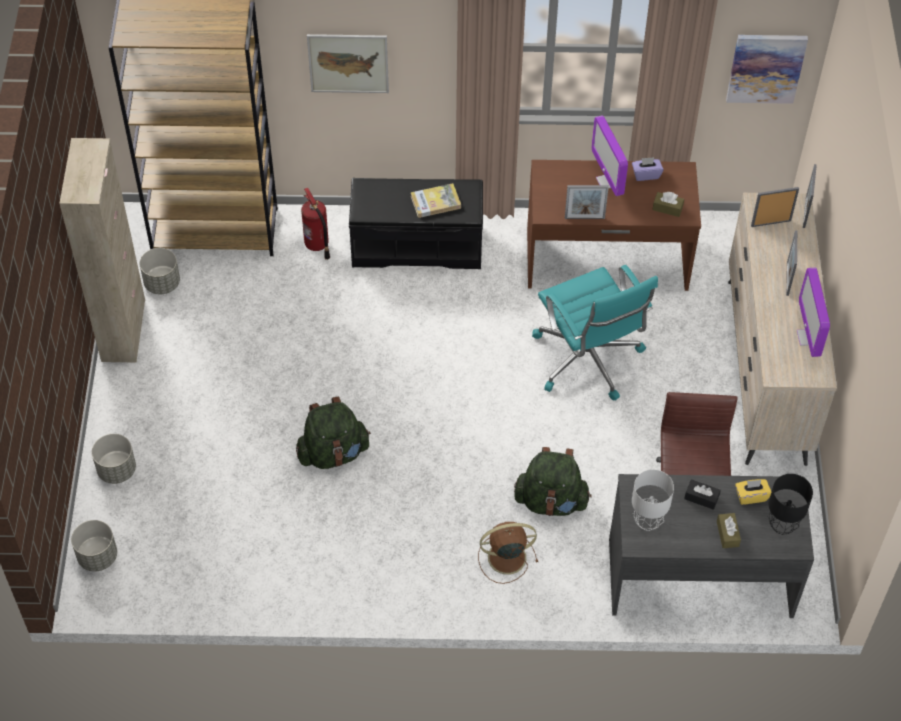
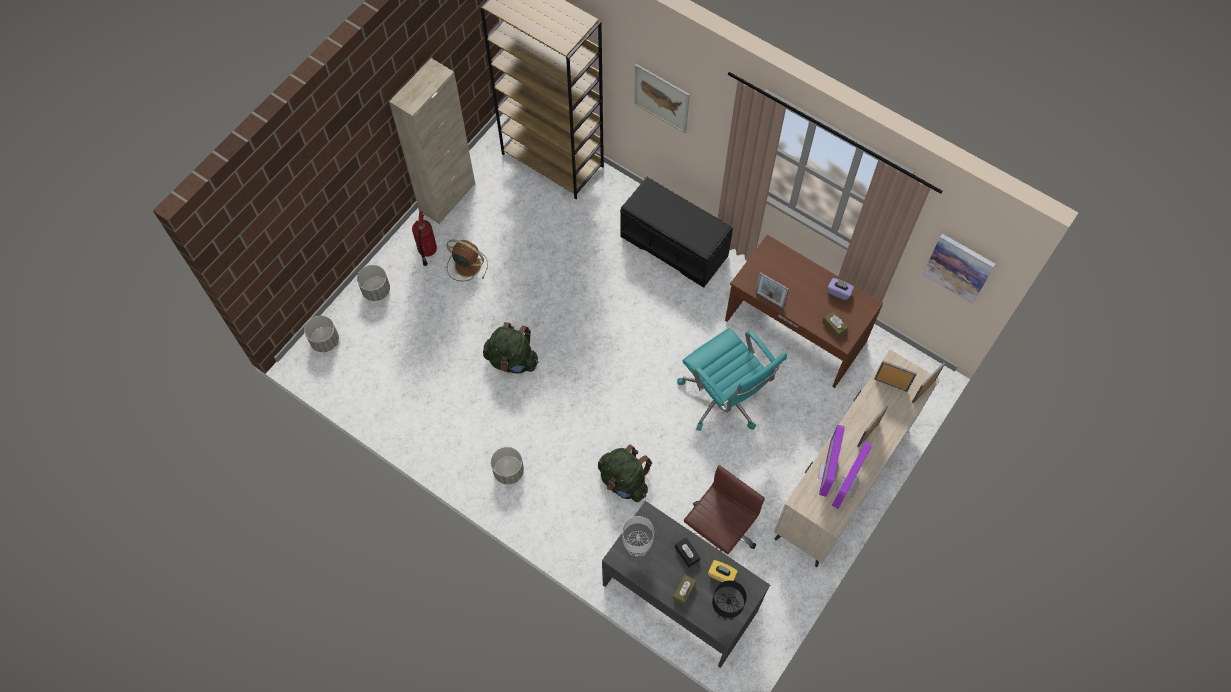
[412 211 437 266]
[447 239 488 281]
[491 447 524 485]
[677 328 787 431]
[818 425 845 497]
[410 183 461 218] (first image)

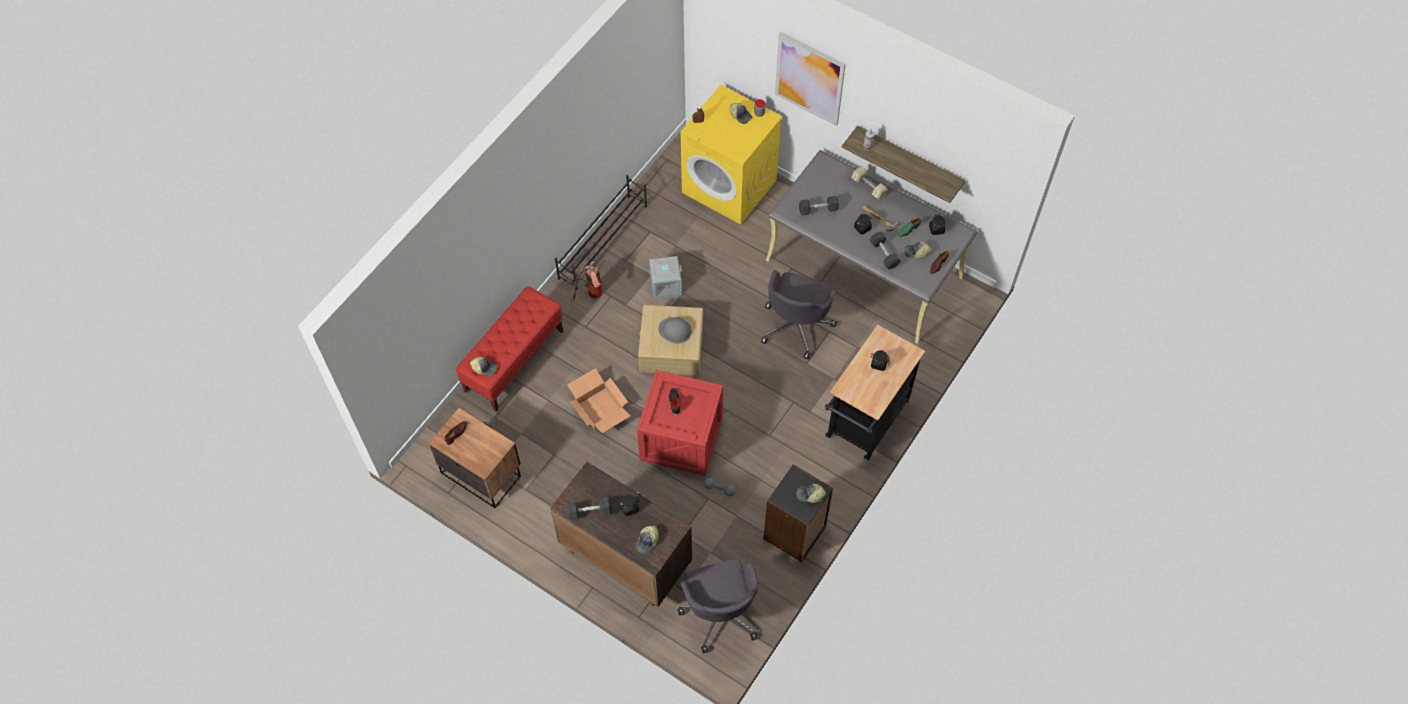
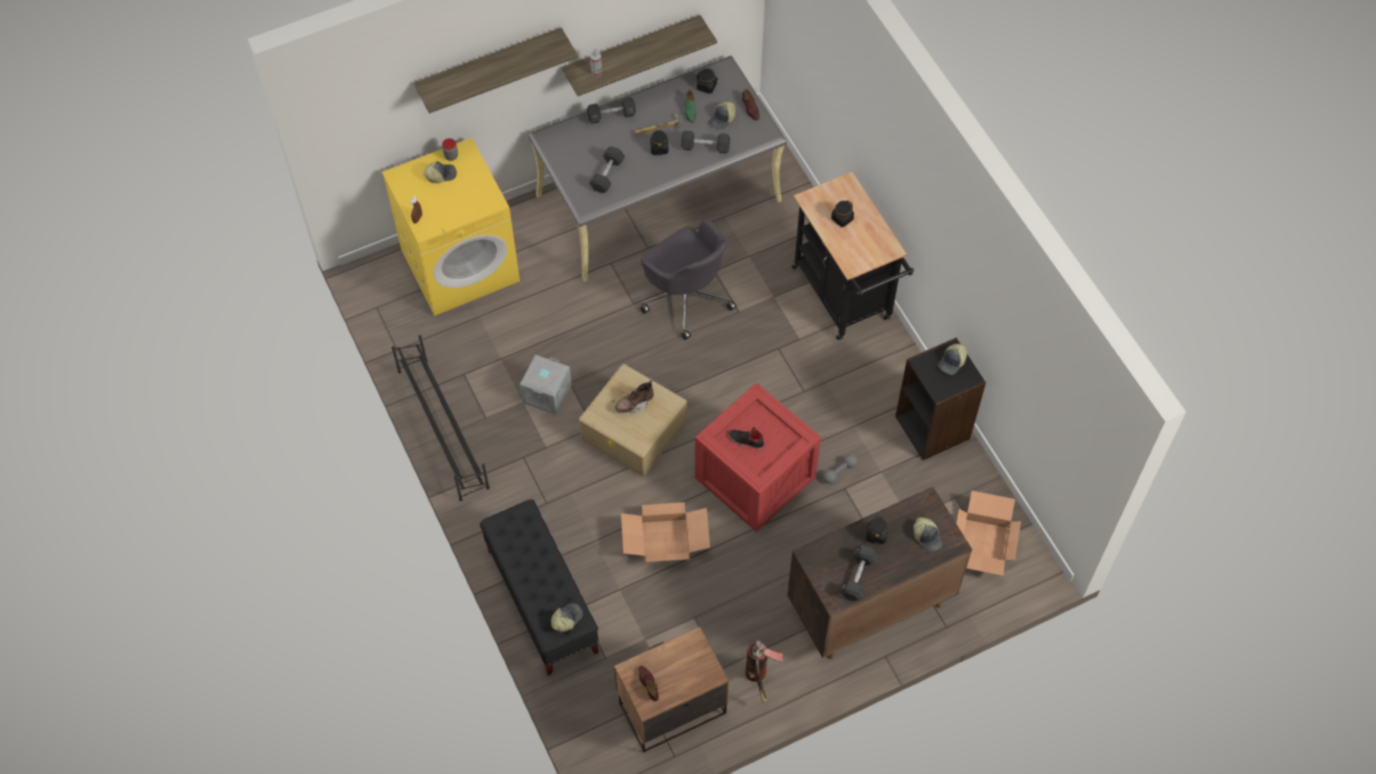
[414 28 578 114]
[480 499 599 676]
[587 97 636 124]
[615 380 654 413]
[745 638 783 703]
[956 491 1021 576]

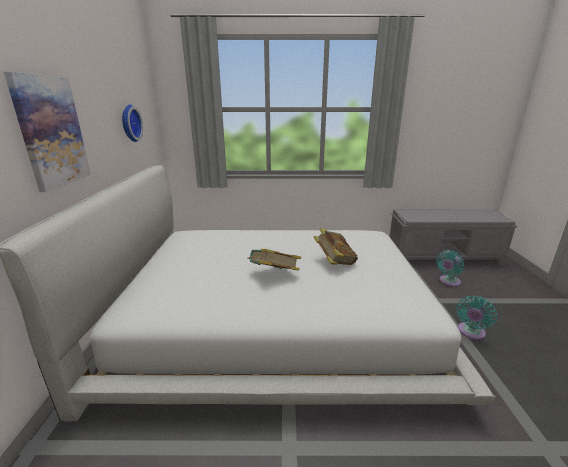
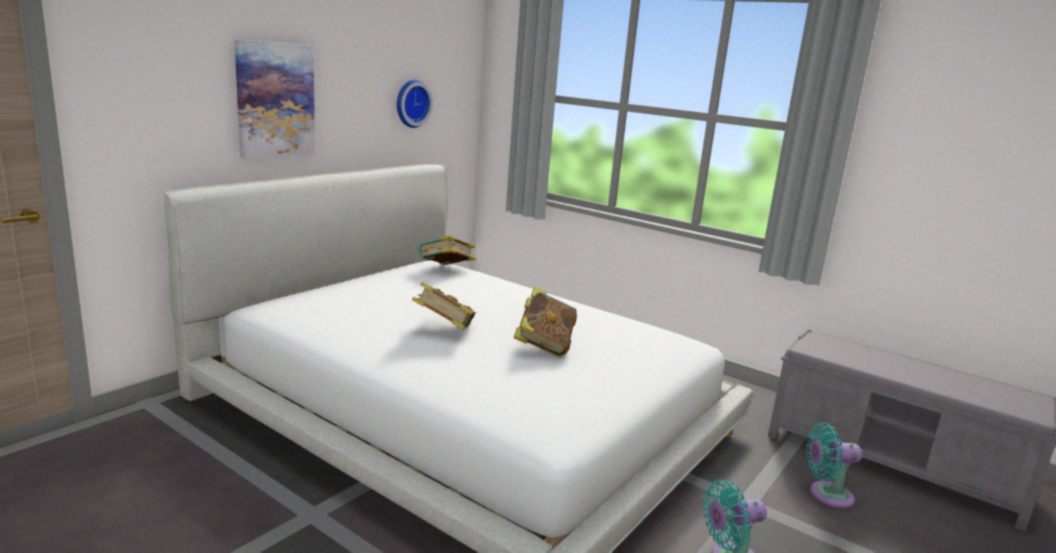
[418 235 476 265]

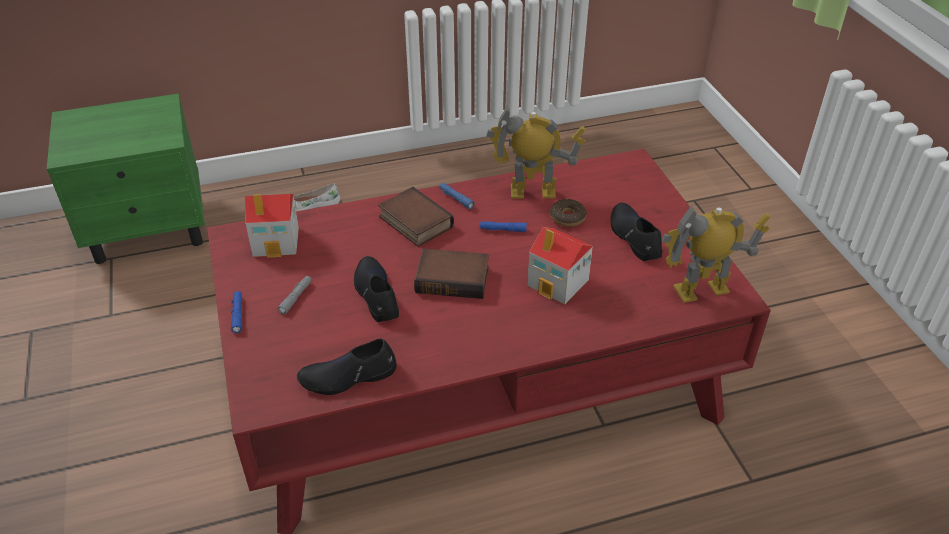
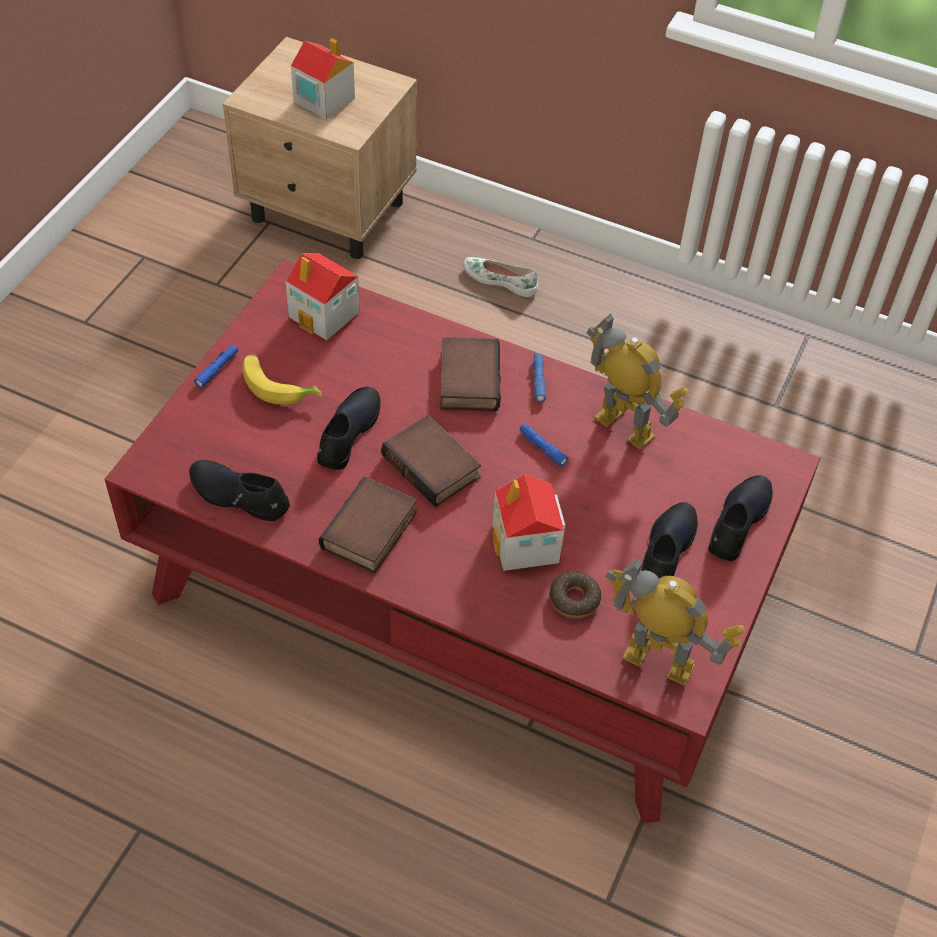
[223 37 417 259]
[242 355 322 405]
[291 38 355 120]
[319 476 417 574]
[549 571 601 619]
[708 475 773 561]

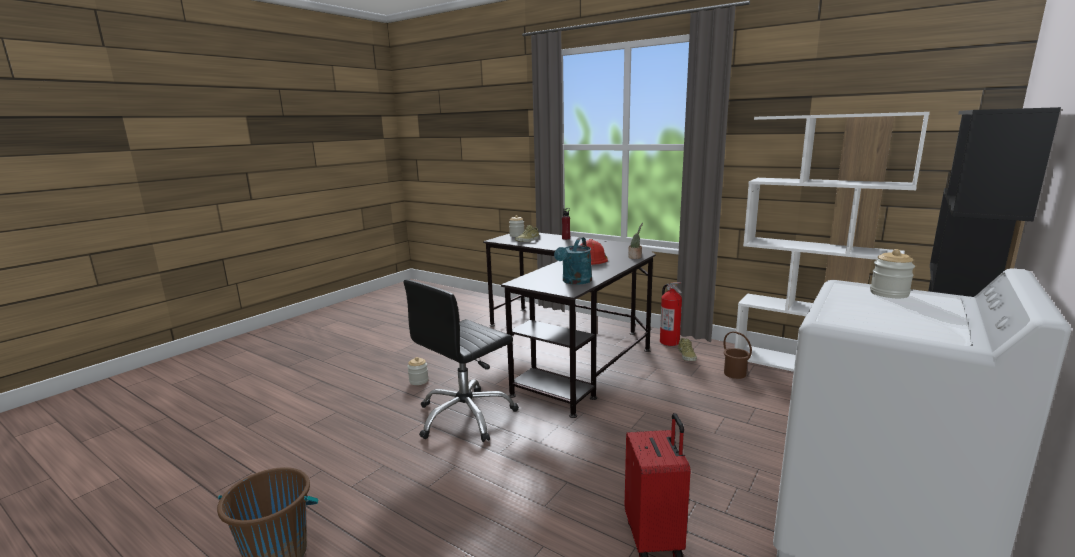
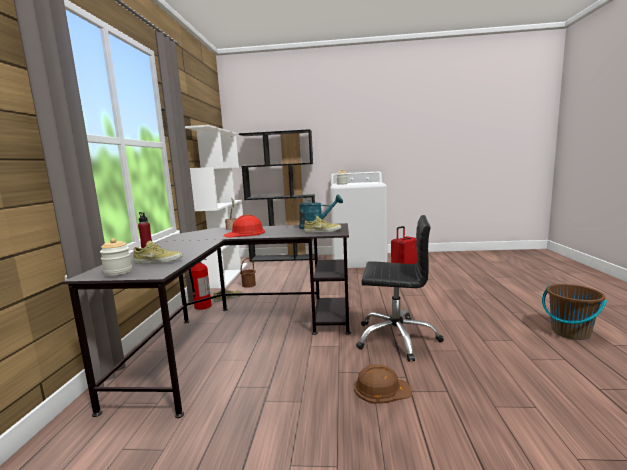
[304 216 342 233]
[354 364 412 404]

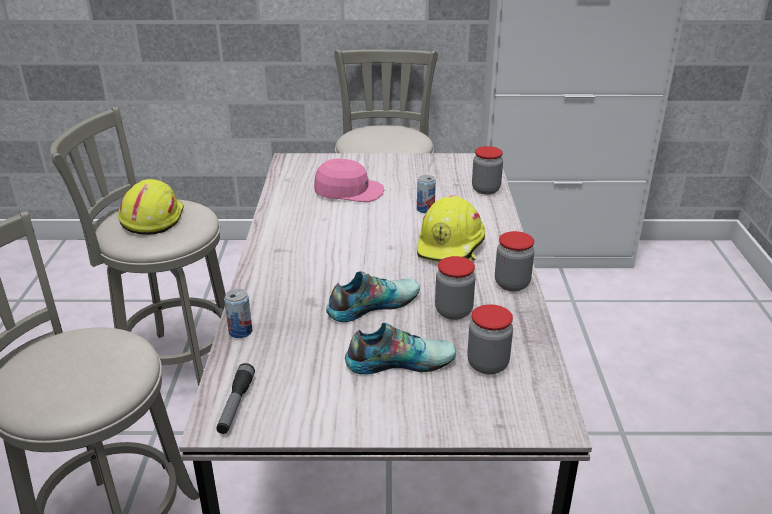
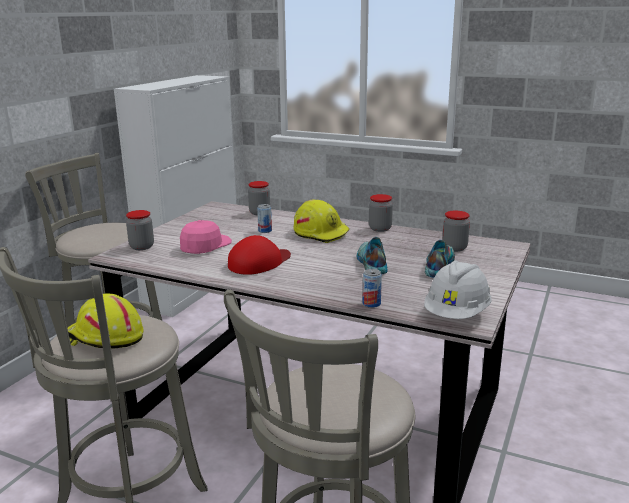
[126 210 154 250]
[228 235 291 275]
[424 261 492 319]

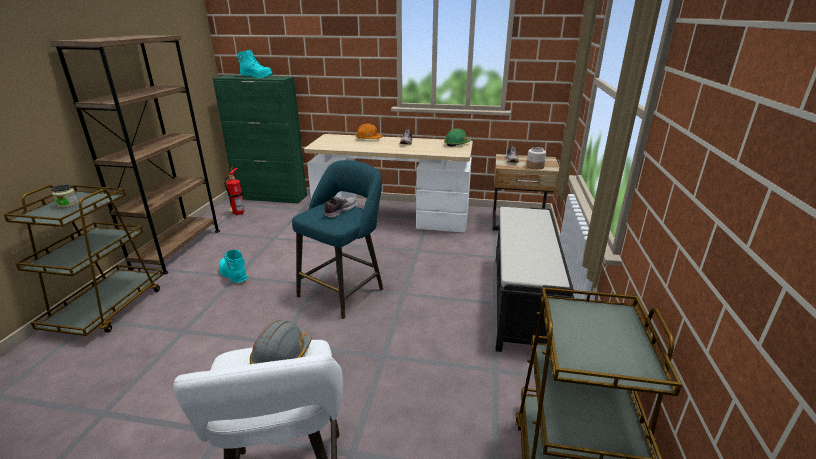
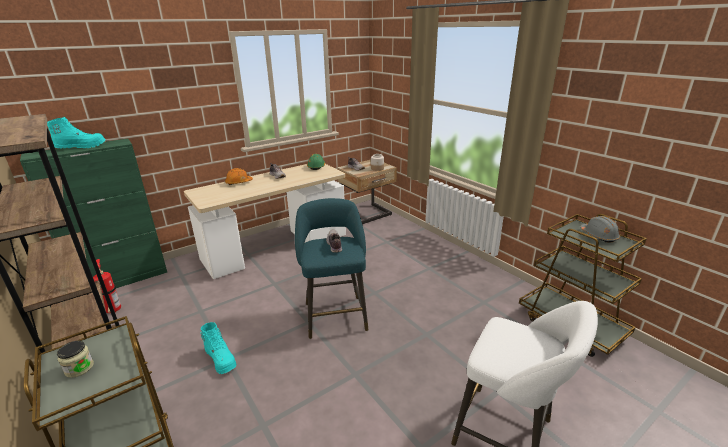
[200 322 237 374]
[580 216 620 243]
[496 207 574 352] (first image)

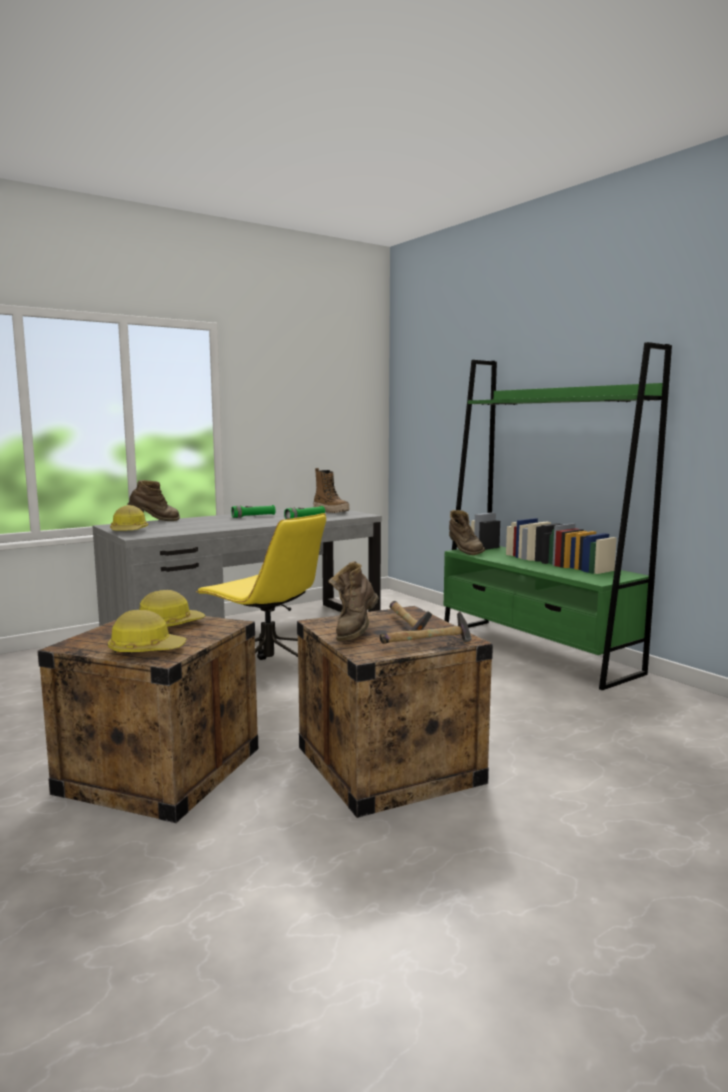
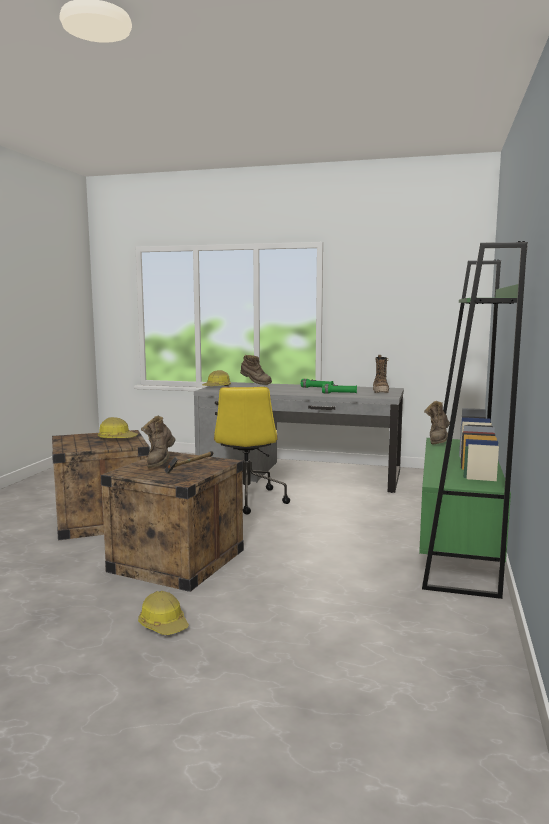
[138 591 189 635]
[141 415 176 468]
[380 611 472 644] (first image)

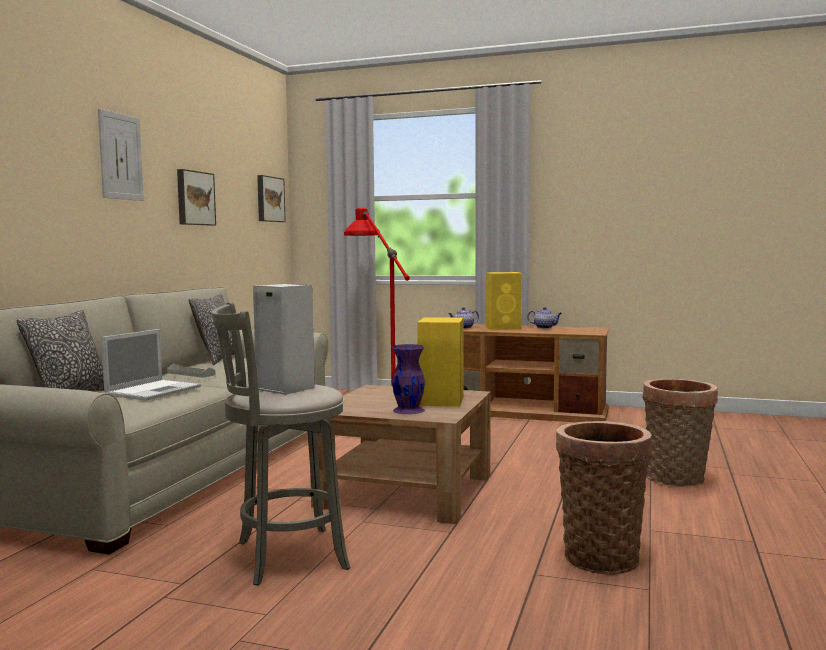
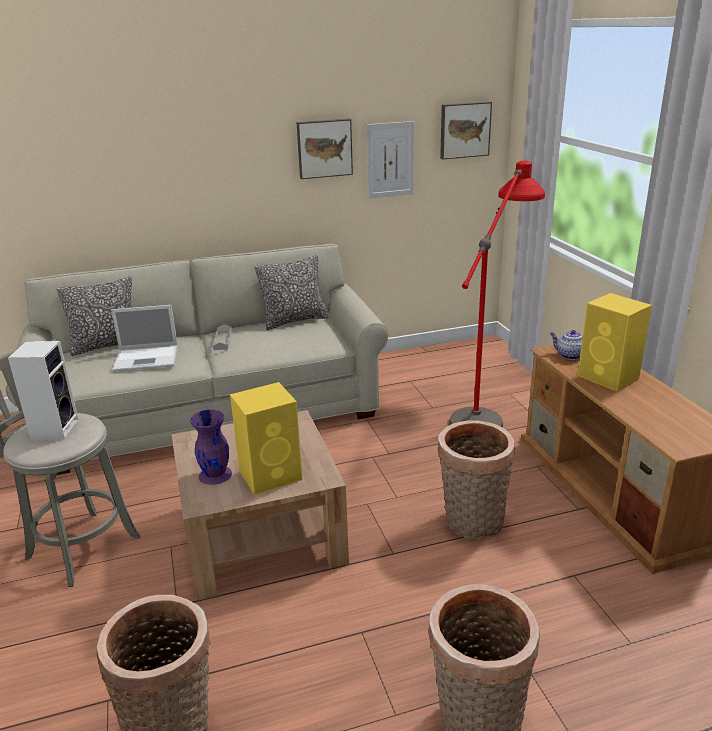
[367 121 414 199]
[438 420 515 539]
[527 307 562 329] (first image)

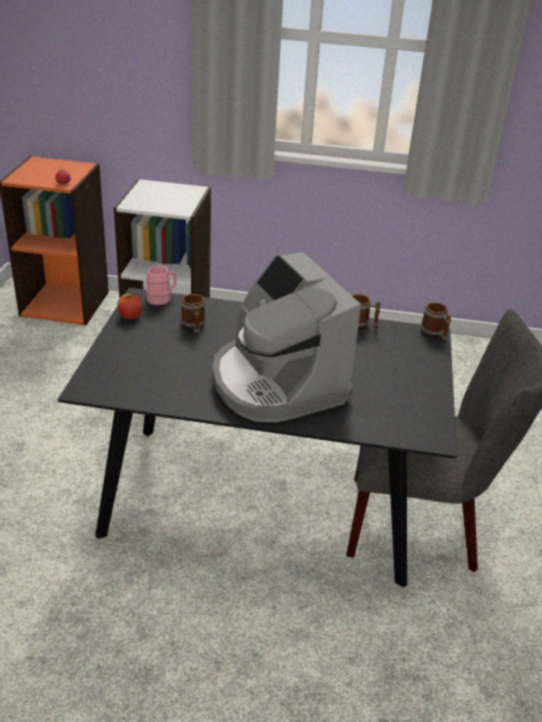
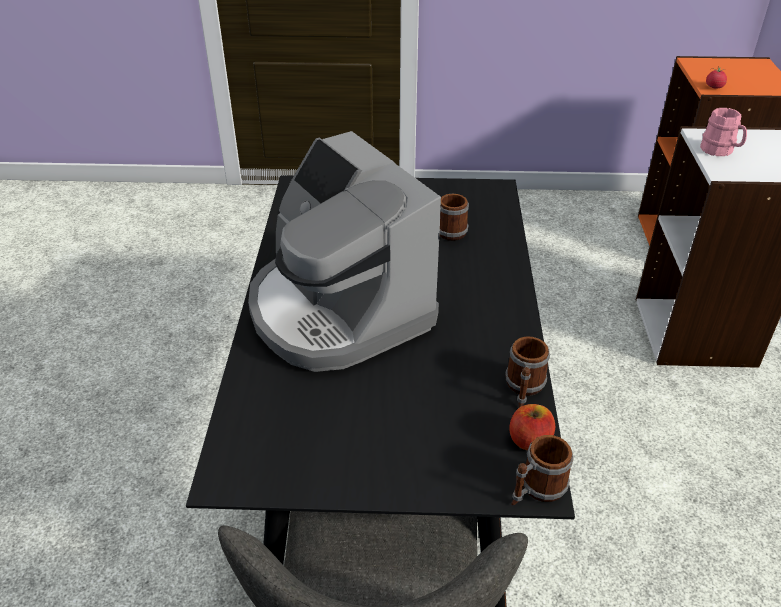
[248 131 441 372]
[509 404 555 450]
[700 108 747 156]

